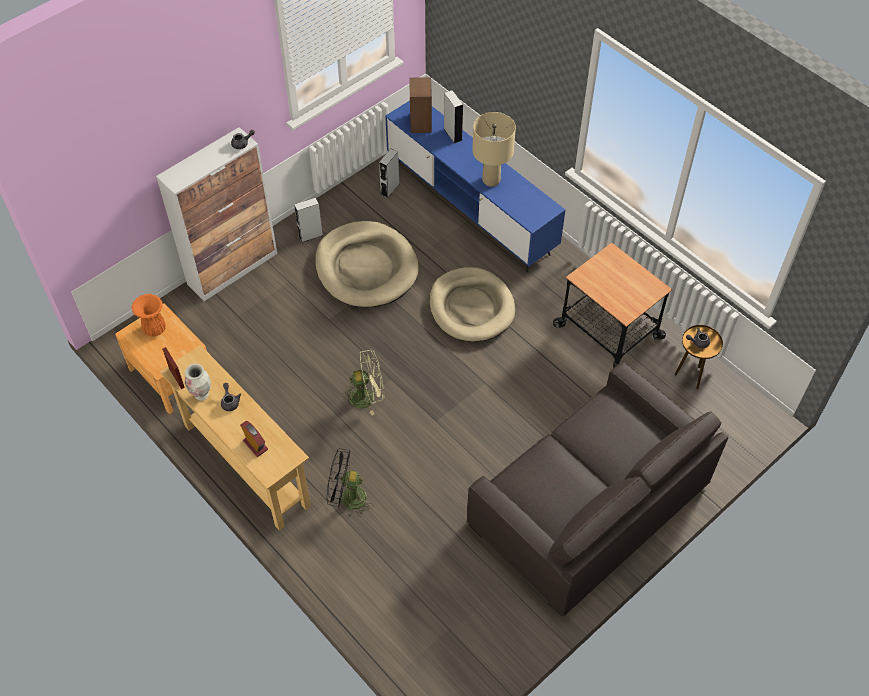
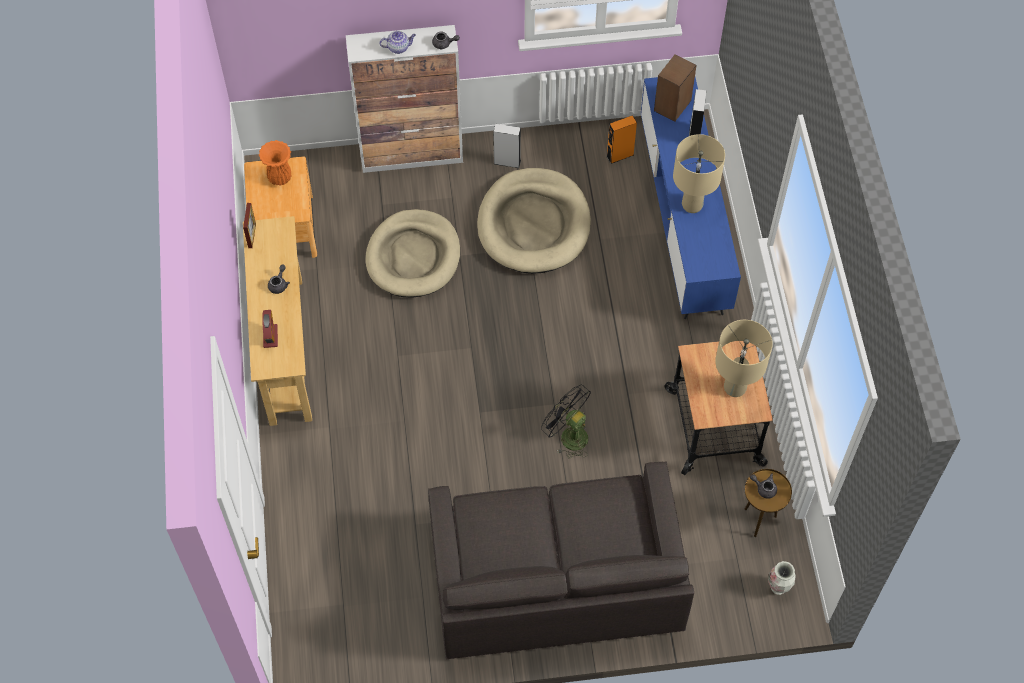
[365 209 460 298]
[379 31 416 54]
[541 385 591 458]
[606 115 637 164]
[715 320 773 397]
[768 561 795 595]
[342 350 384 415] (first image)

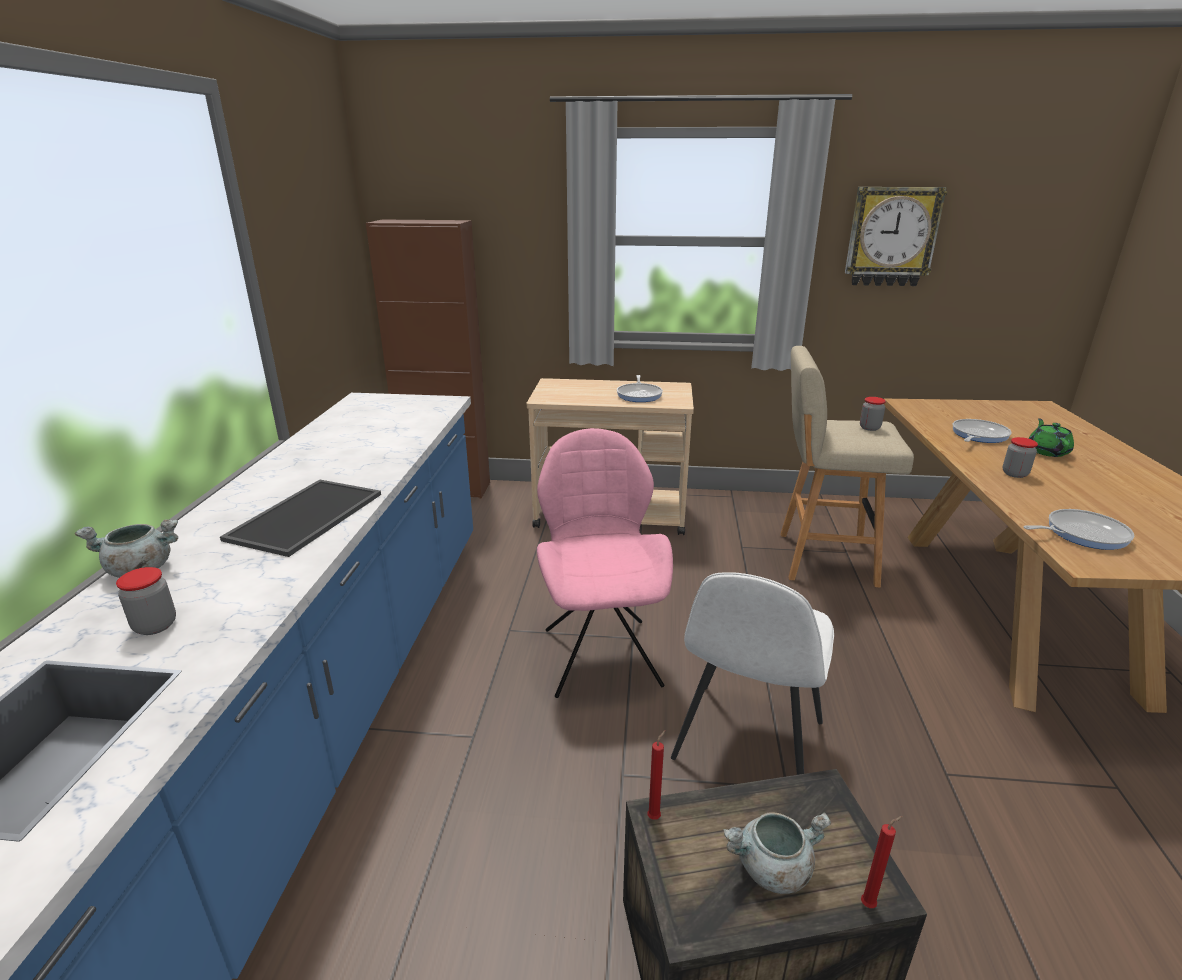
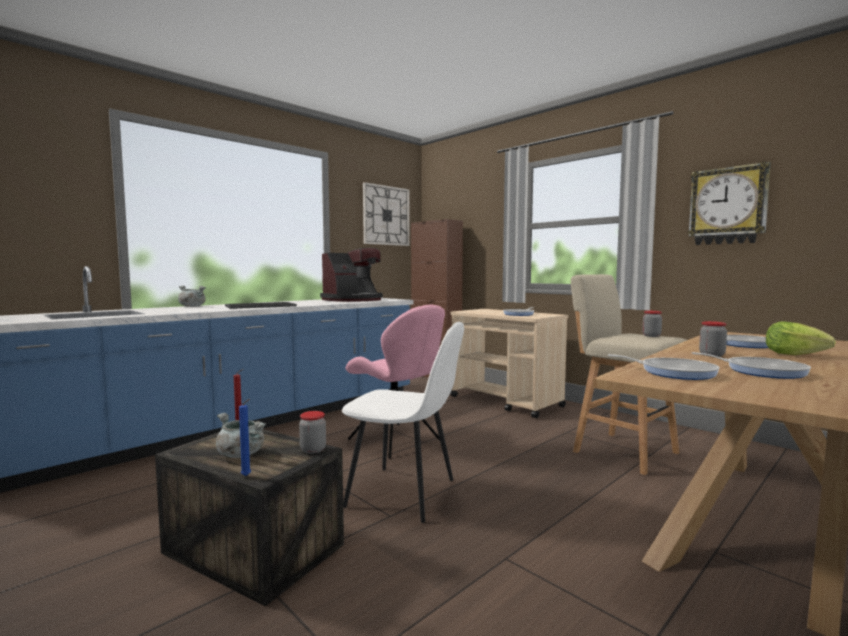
[239 399 251 476]
[299 411 326 454]
[320 248 383 302]
[342 322 464 523]
[346 305 445 459]
[363 182 410 246]
[692 352 811 379]
[766 322 836 355]

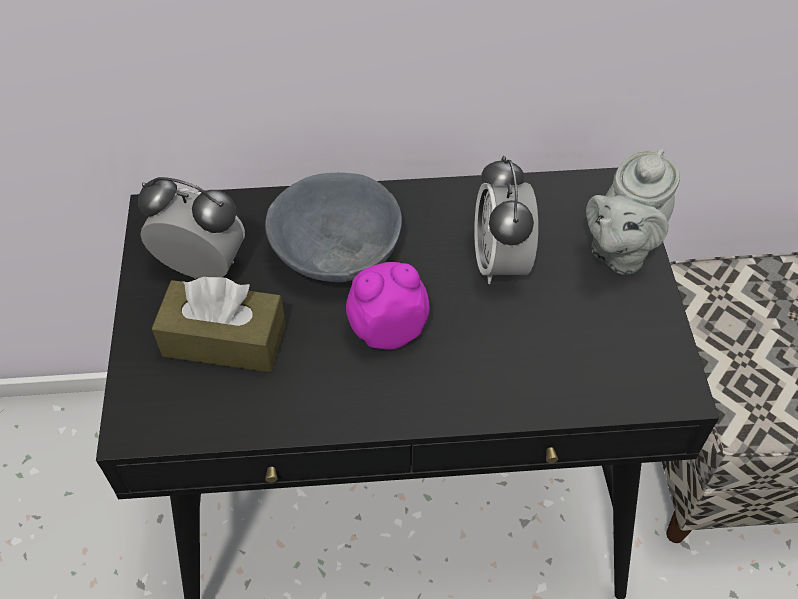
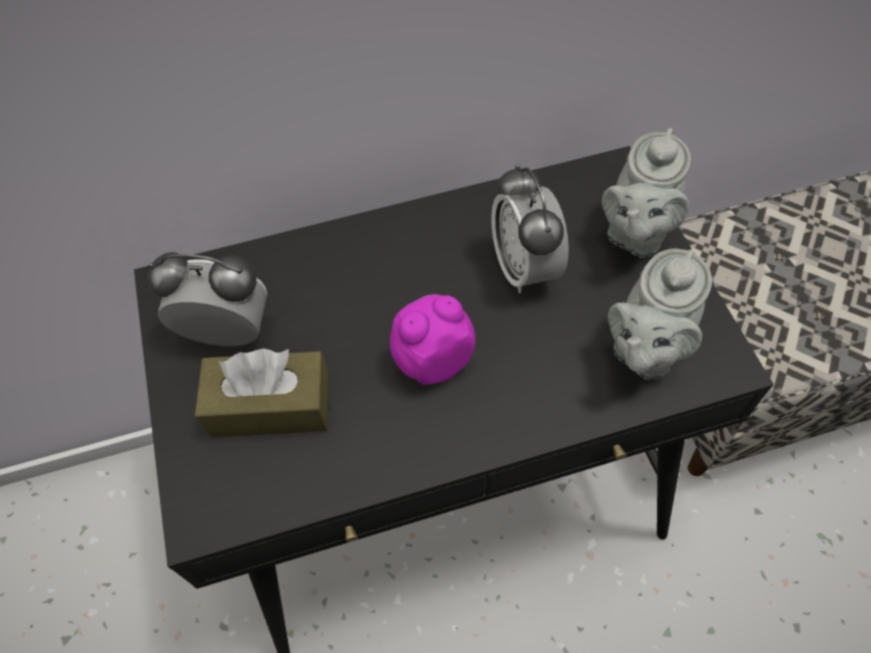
[608 248 712 380]
[265 173 402 282] (first image)

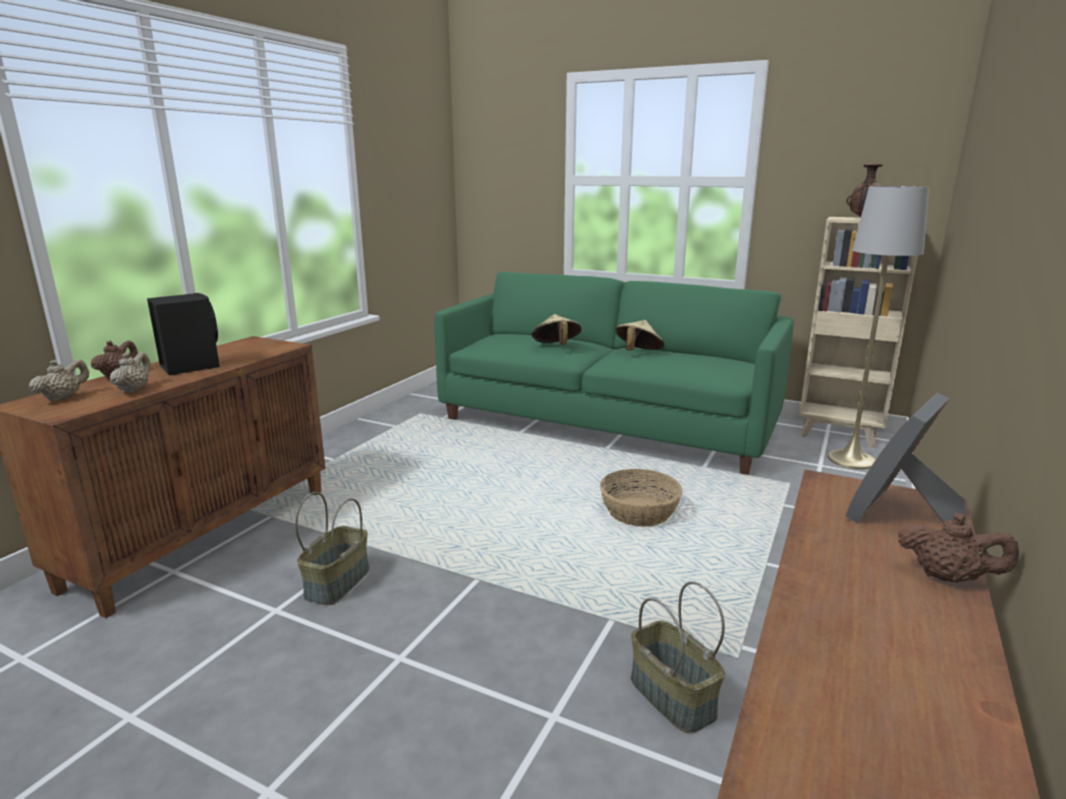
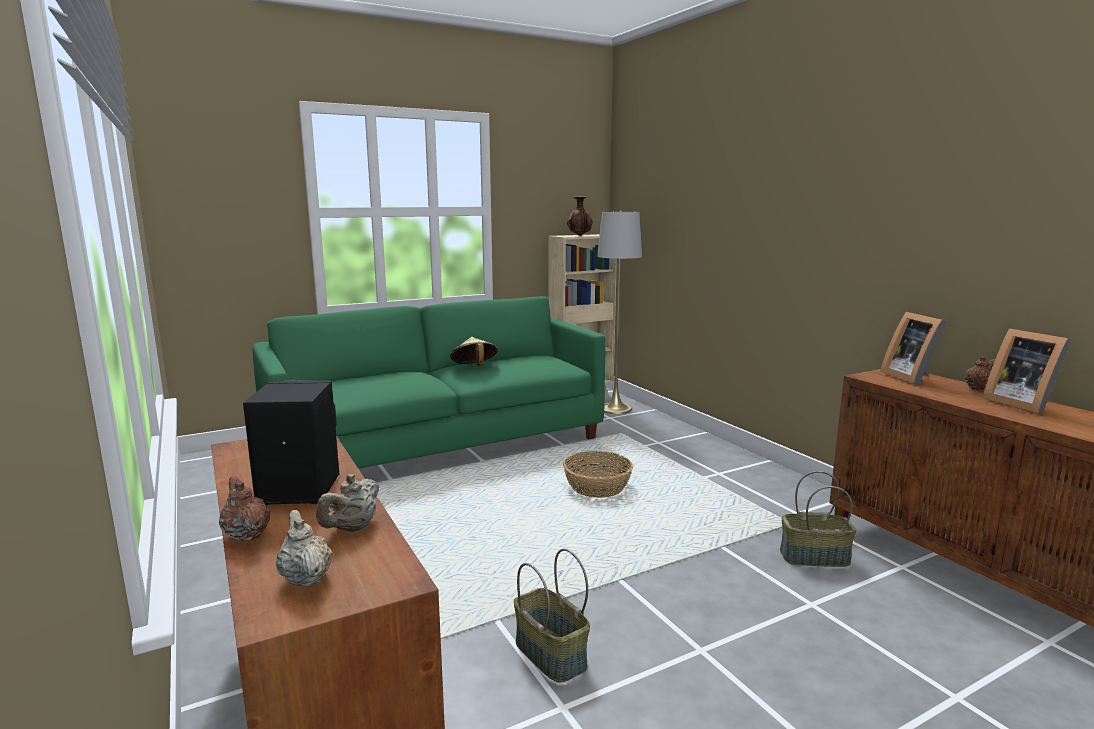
[316 474 379 532]
[982 328 1071 415]
[532 314 582 345] (first image)

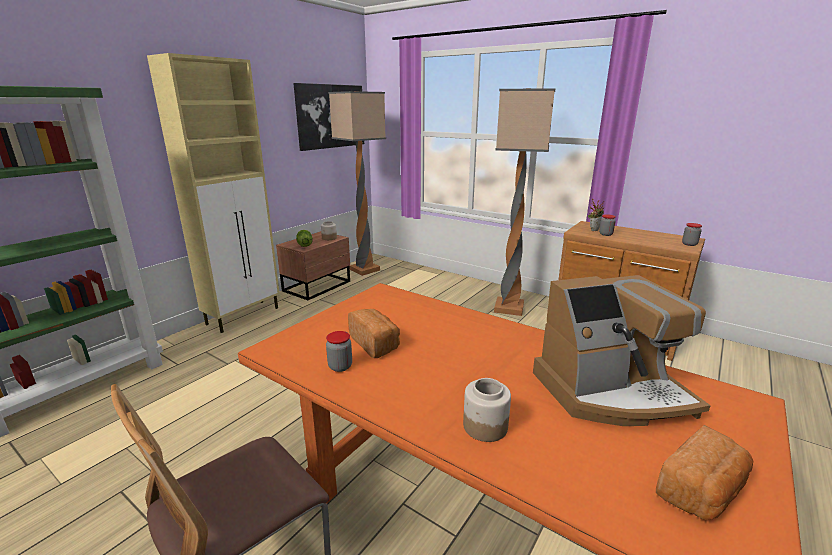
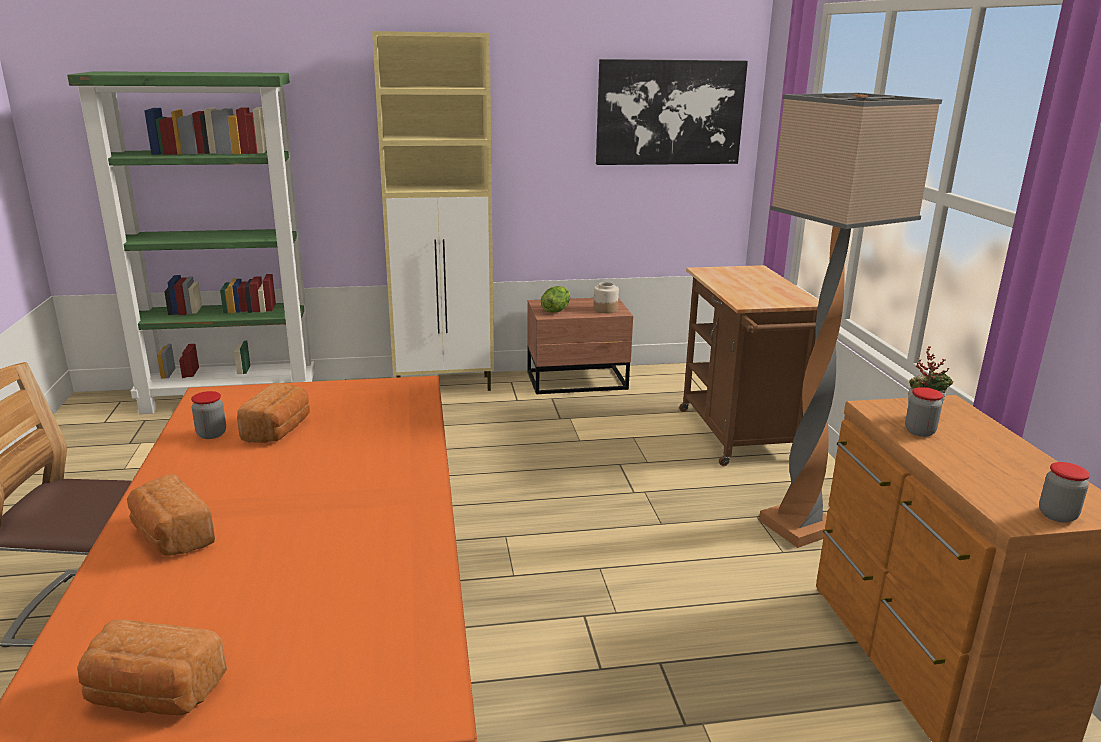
[127 474 215 556]
[679 265 819 466]
[328 91 386 276] (first image)
[533 275 711 426] (first image)

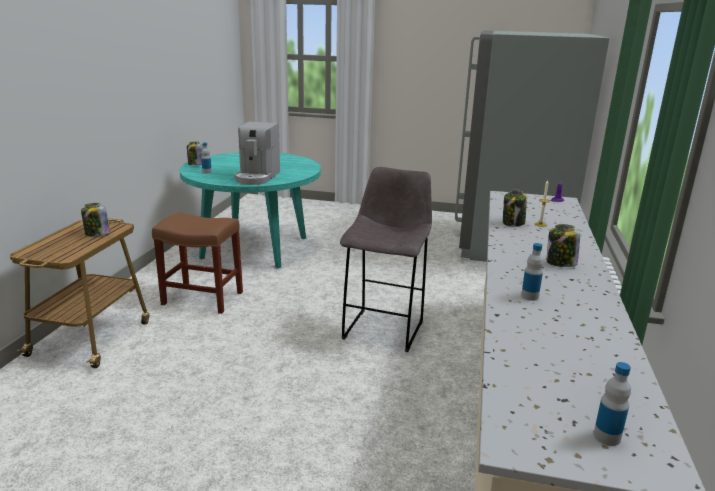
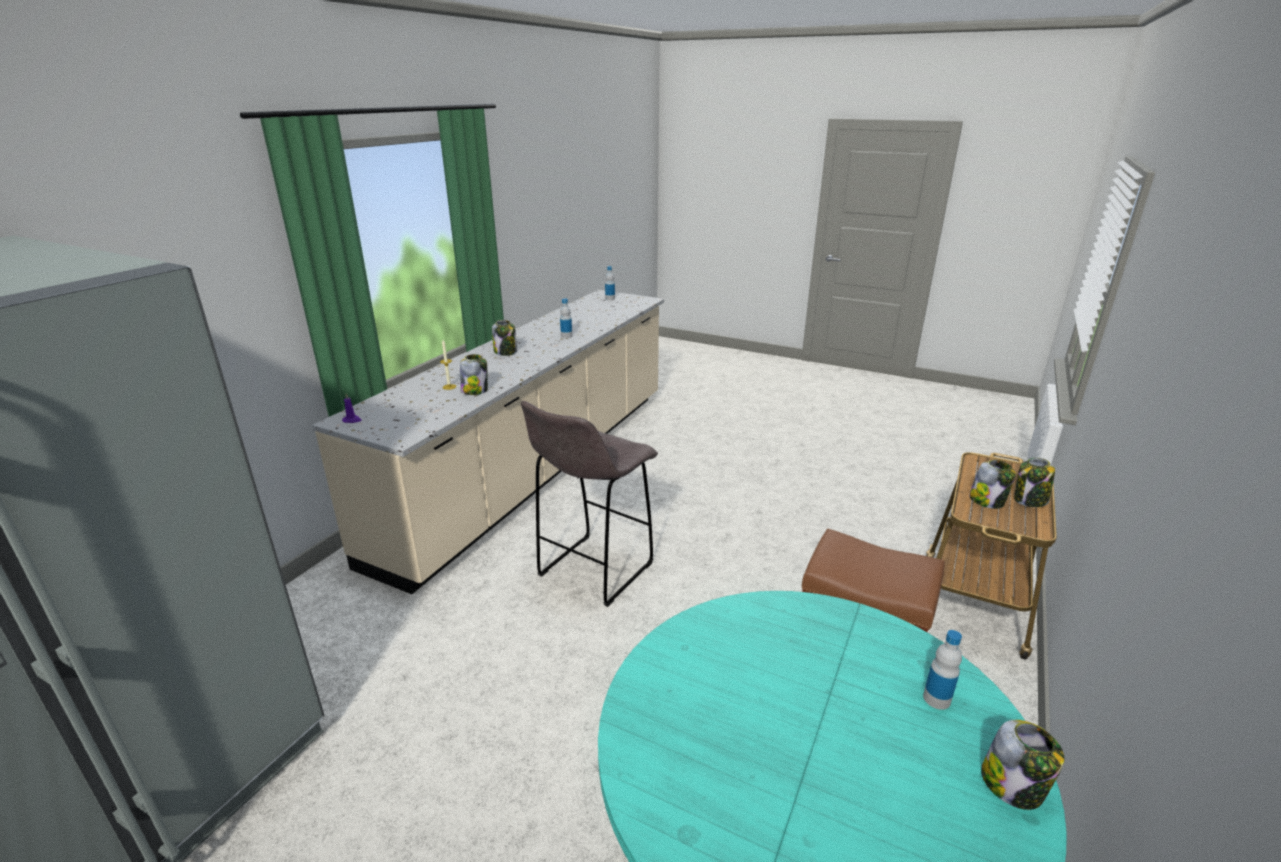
[1014 458 1055 507]
[234 122 280 185] (first image)

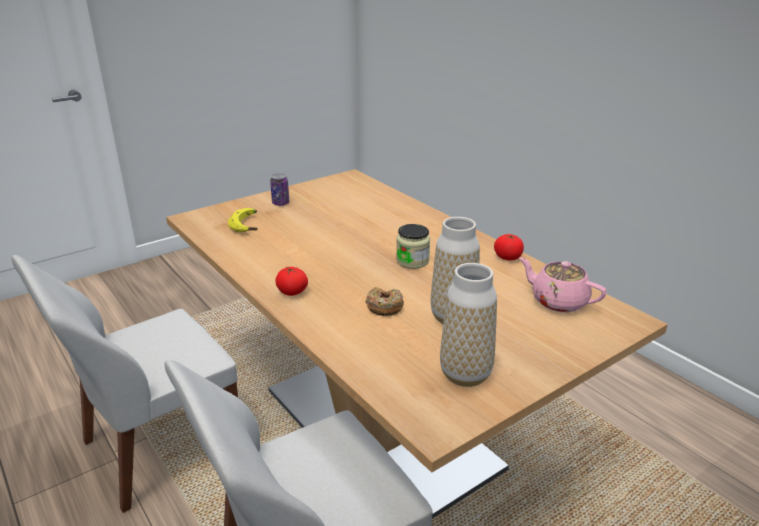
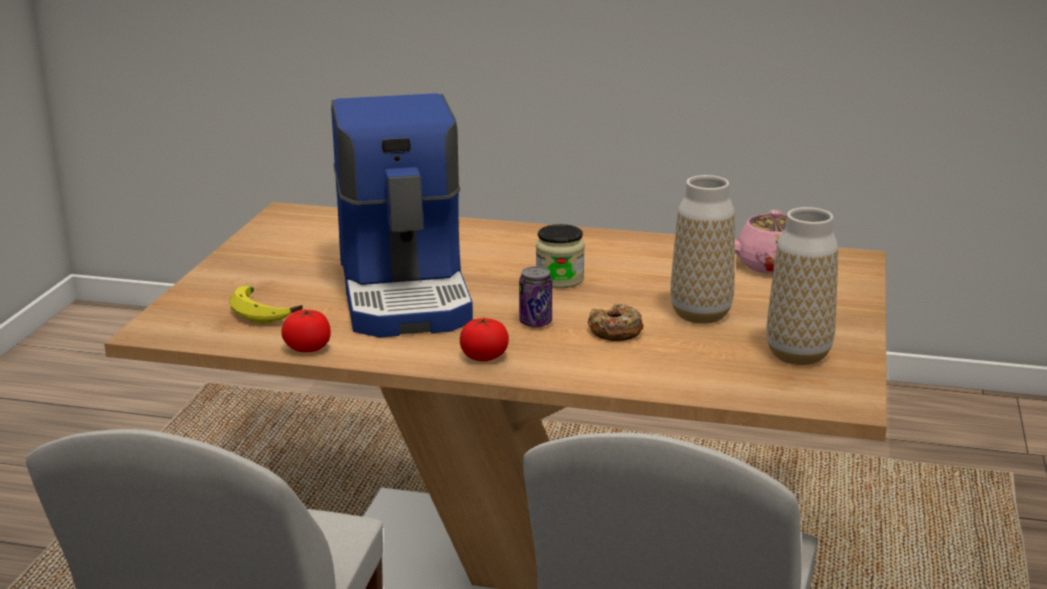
[281 310 331 352]
[331 93 473 338]
[519 266 552 328]

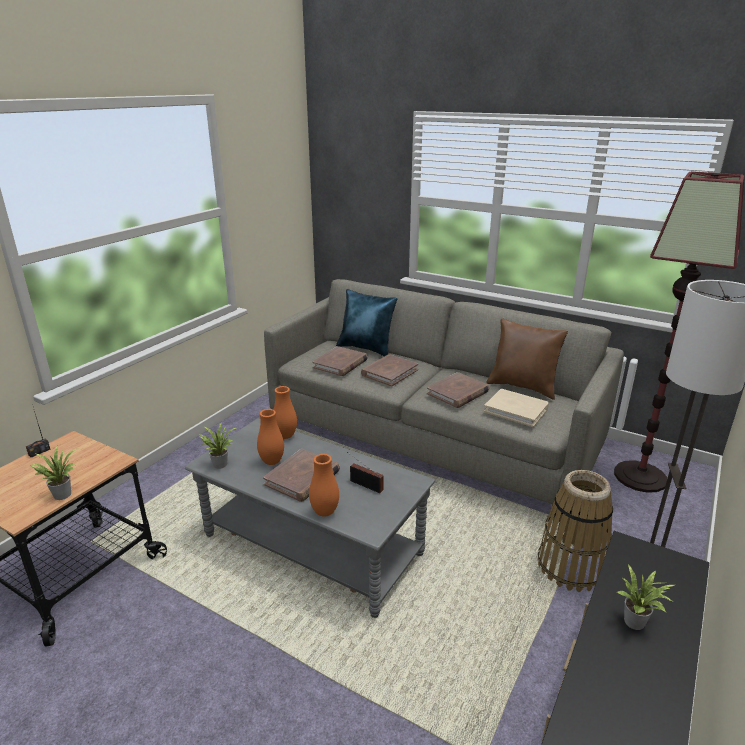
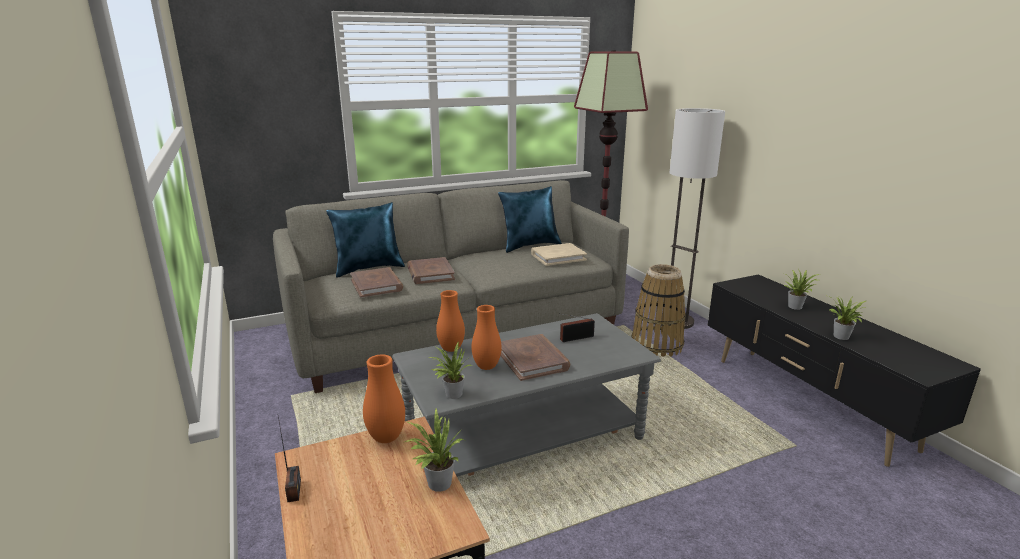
[363 354 405 443]
[498 186 562 253]
[825 295 867 340]
[427 372 489 408] (first image)

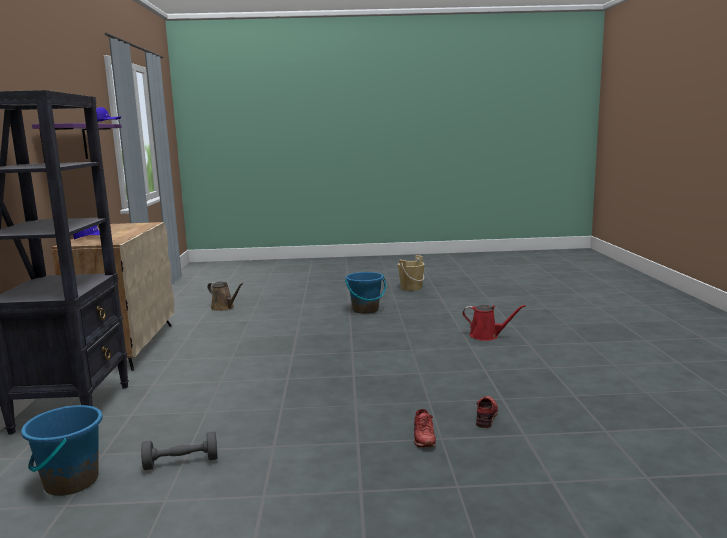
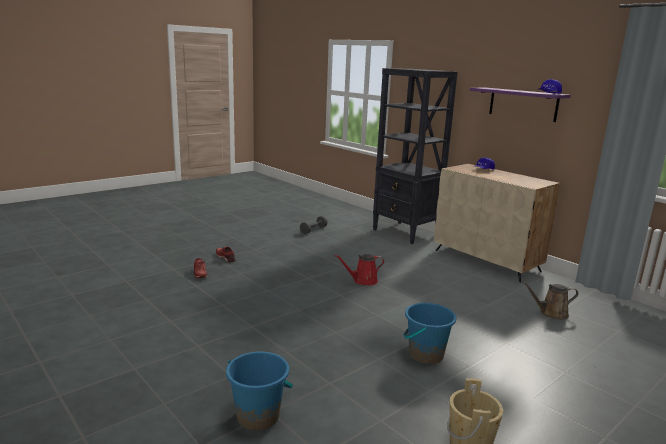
[226 351 293 431]
[334 254 385 286]

